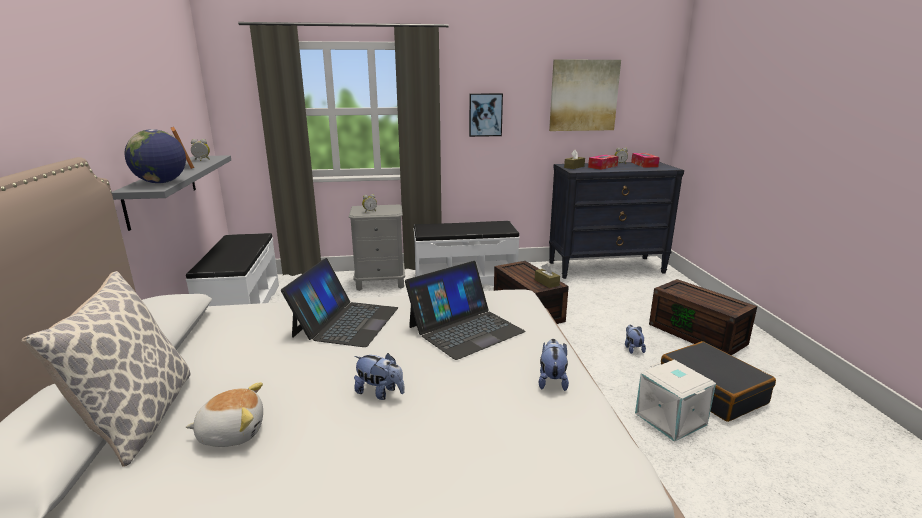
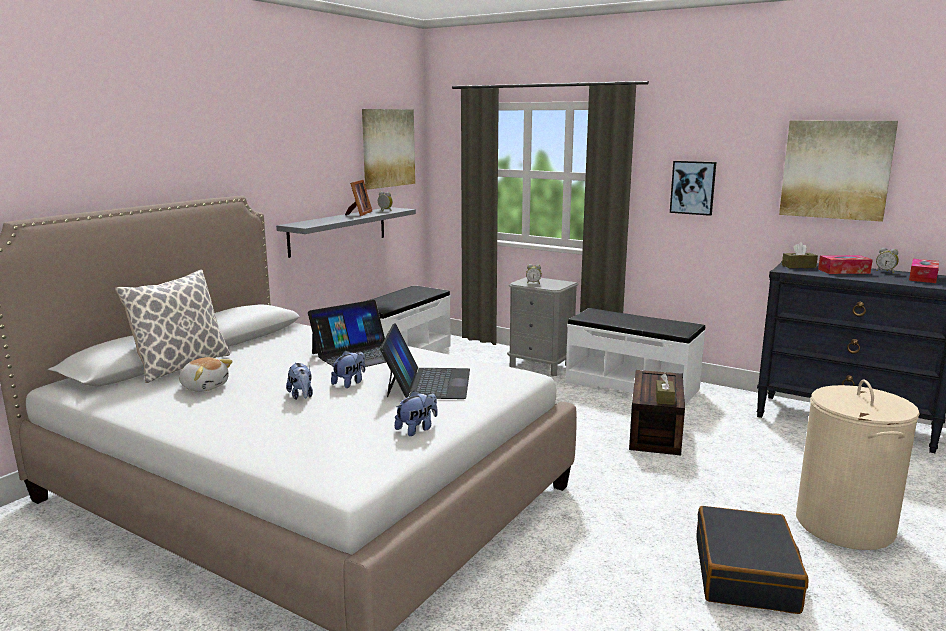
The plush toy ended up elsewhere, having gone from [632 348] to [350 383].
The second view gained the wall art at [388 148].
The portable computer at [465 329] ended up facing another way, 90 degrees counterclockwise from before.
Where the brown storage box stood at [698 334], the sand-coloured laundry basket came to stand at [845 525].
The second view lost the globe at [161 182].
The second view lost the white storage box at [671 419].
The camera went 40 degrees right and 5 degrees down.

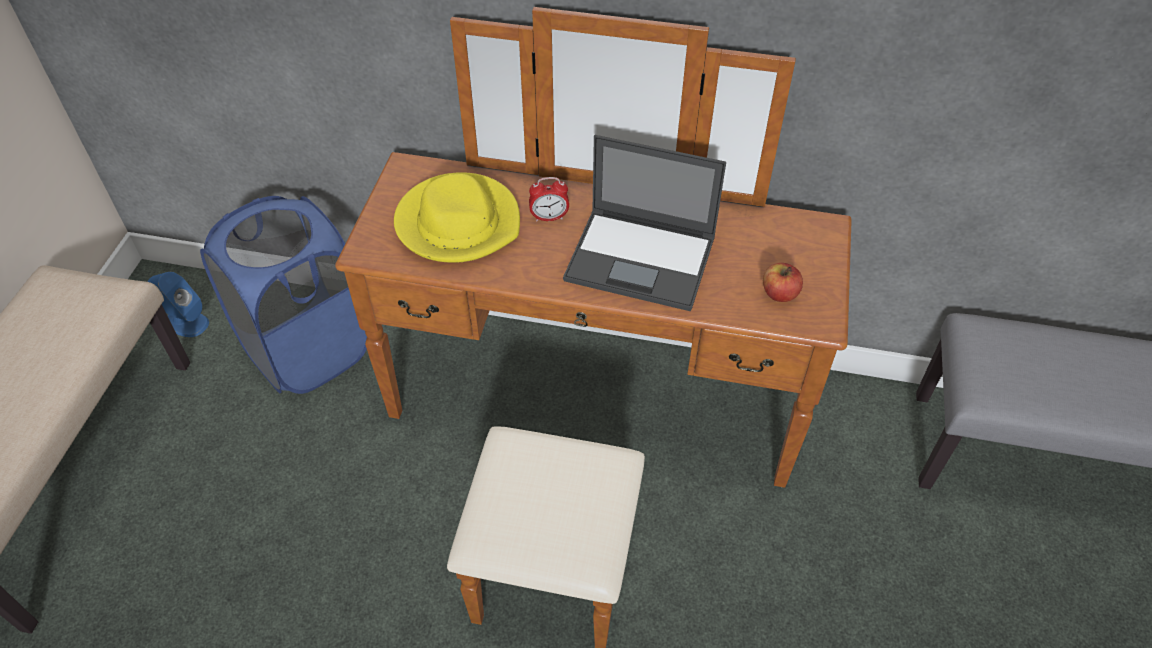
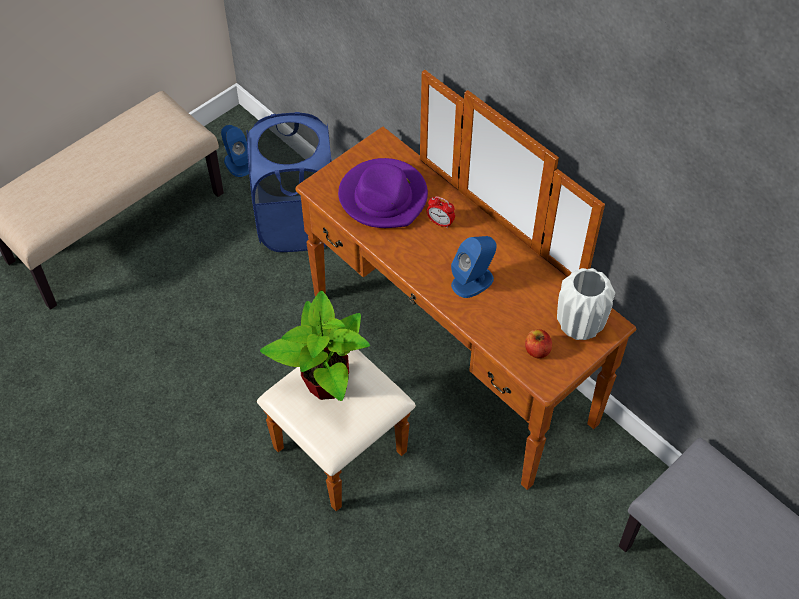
The second view gained the potted plant at [326 383].
What was the yellow-coloured clothing hat at [458 222] turned into the purple-coloured clothing hat at [384 197].
Where the portable computer stood at [642 259], the bluish audio speaker came to stand at [473 281].
The second view gained the white vase at [579 327].
The camera went 35 degrees right and 5 degrees up.

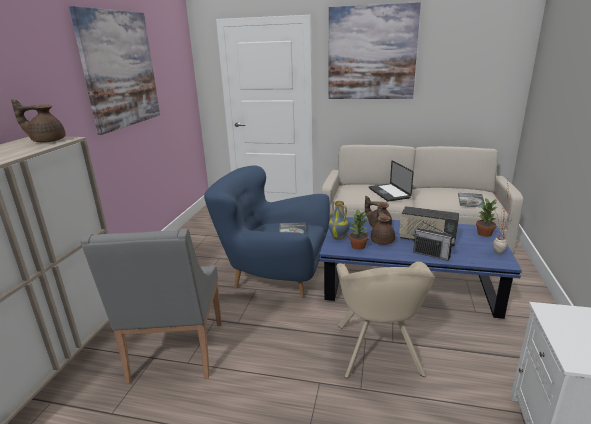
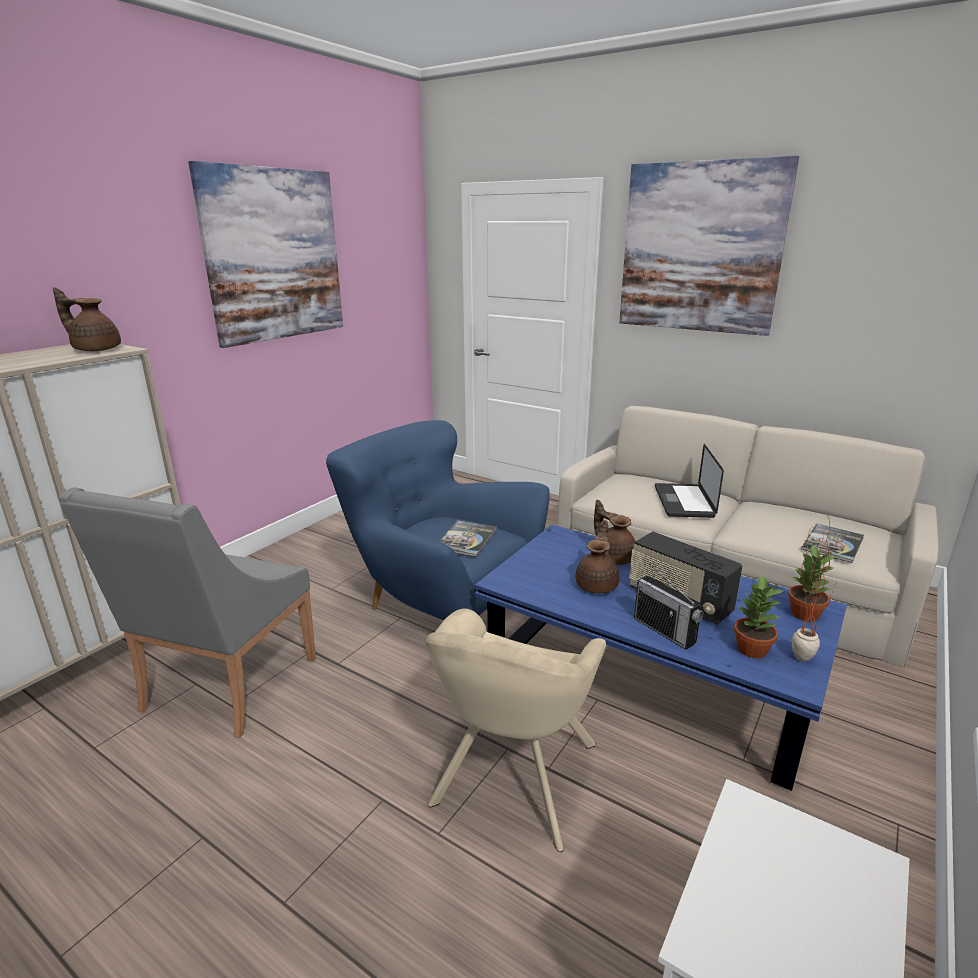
The potted plant ended up elsewhere, having gone from [358 246] to [751 650].
The second view lost the vase at [339 237].
The camera went 20 degrees right and 0 degrees up.

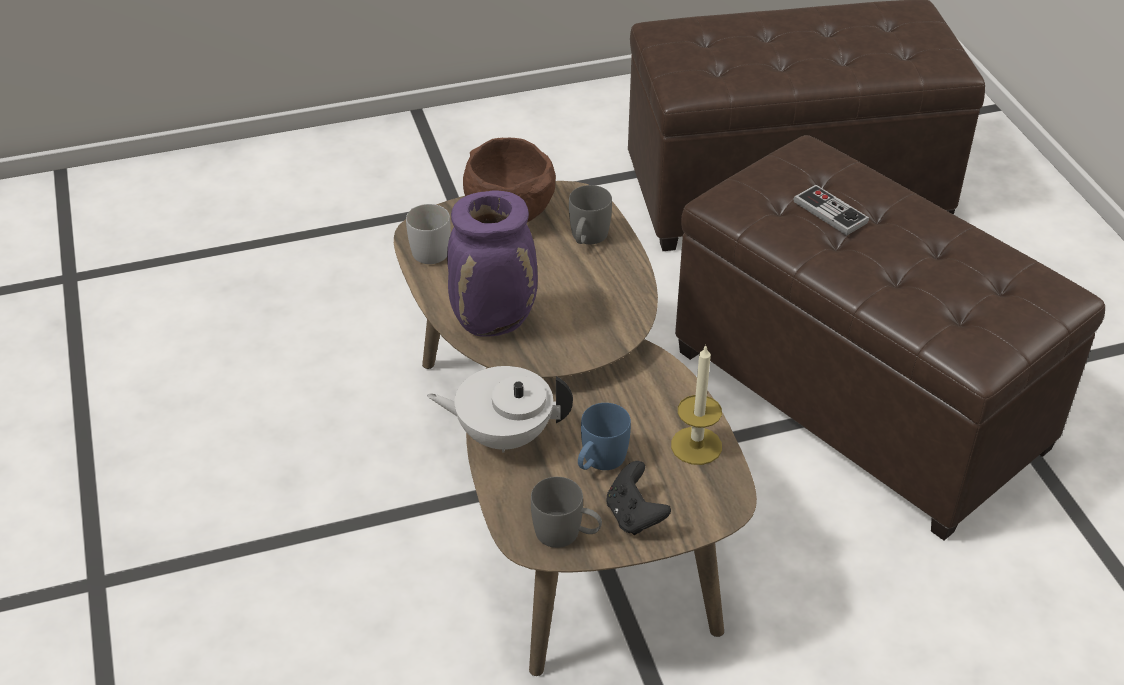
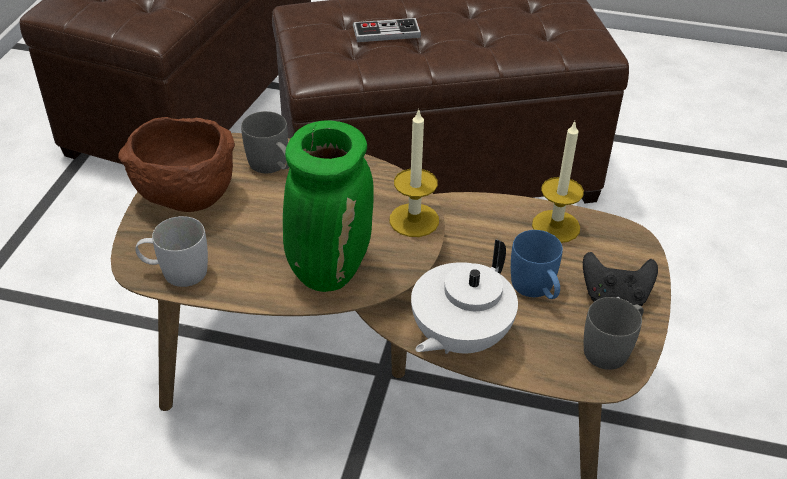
What was the purple-coloured vase at [495 321] turned into the greenish vase at [329 269].
The second view gained the wax candle at [414 220].
The camera went 60 degrees left and 0 degrees up.

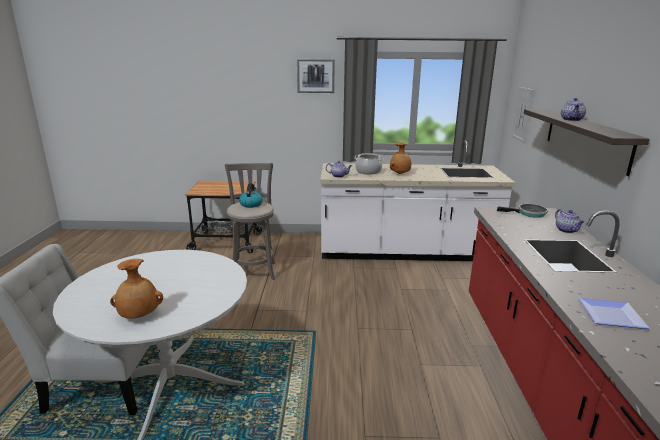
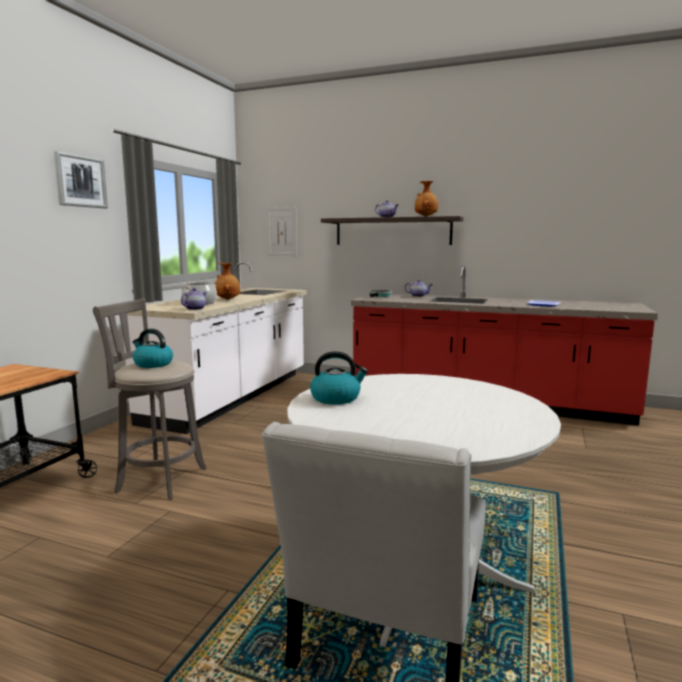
The second view gained the tea kettle at [336 398].
The brown vase ended up elsewhere, having gone from [139 315] to [426 216].
The camera went 70 degrees left and 10 degrees down.

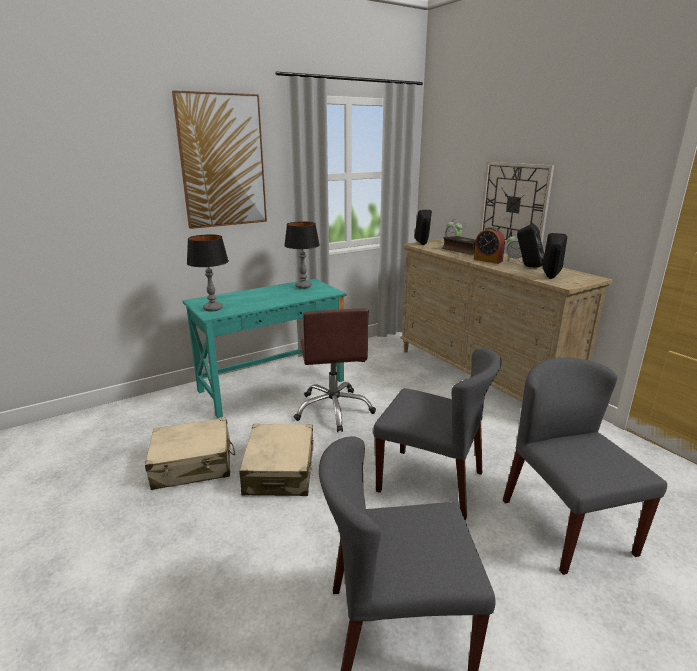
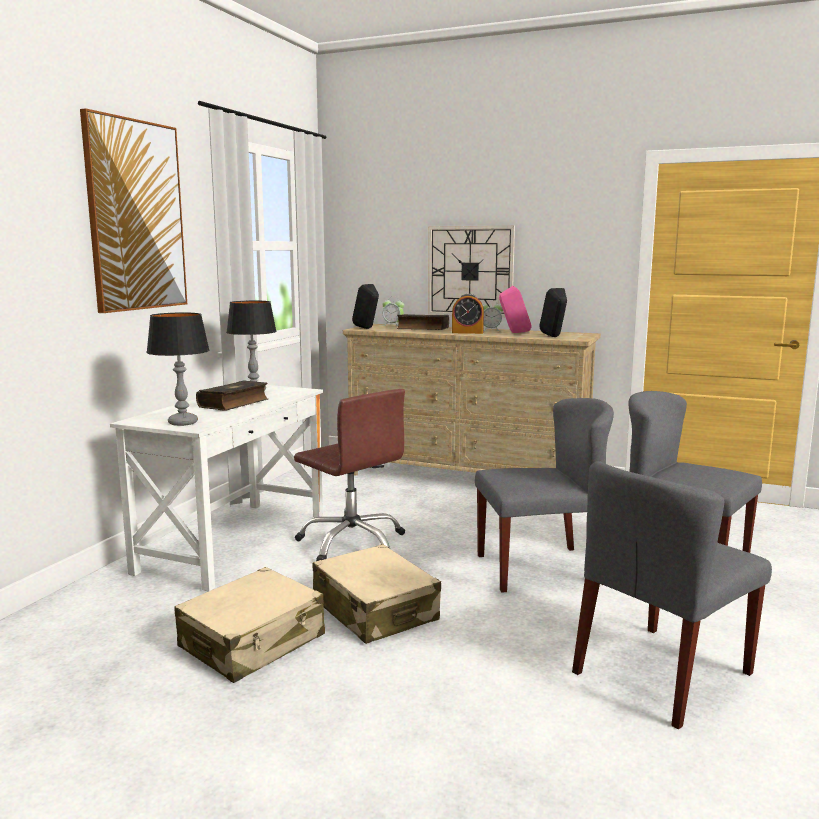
What was the turquoise-coloured desk unit at [272 385] turned into the white desk unit at [234 542].
The second view gained the book at [234 404].
What was the blackish audio speaker at [527 266] turned into the pink-coloured audio speaker at [514 333].
The camera went 35 degrees left and 10 degrees down.

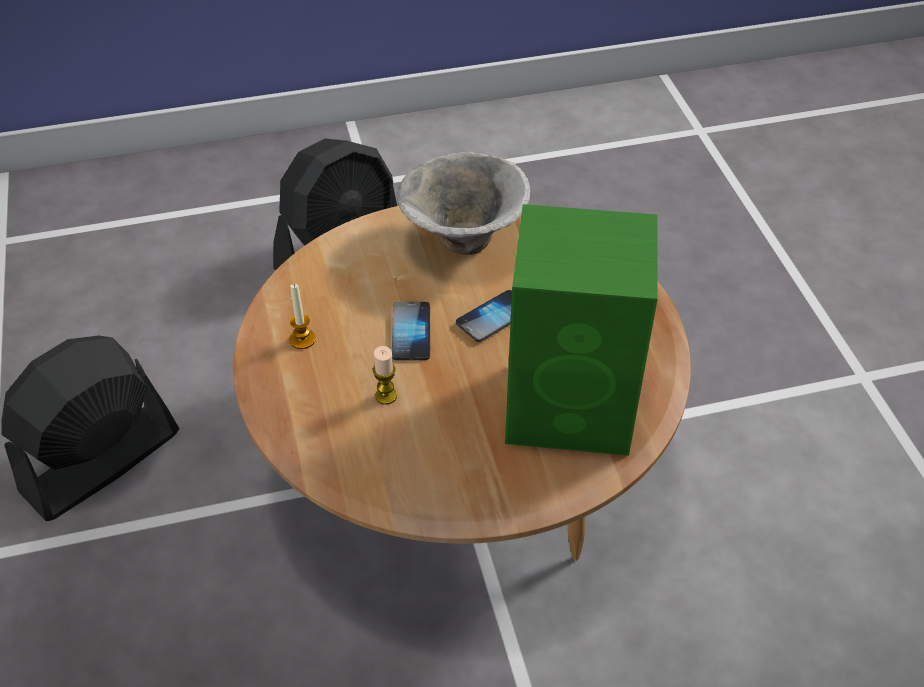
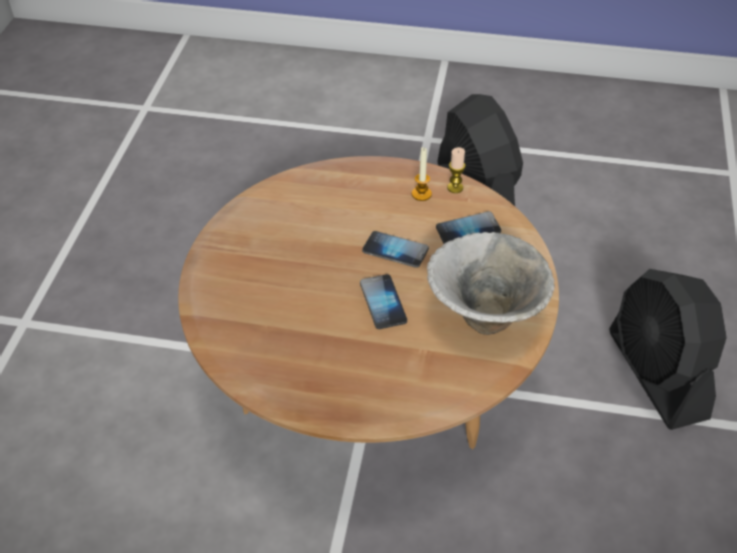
The second view gained the telephone at [468 230].
The wax candle ended up elsewhere, having gone from [386 396] to [455 187].
The second view lost the greenish audio speaker at [573 407].
The camera went 115 degrees right and 0 degrees up.

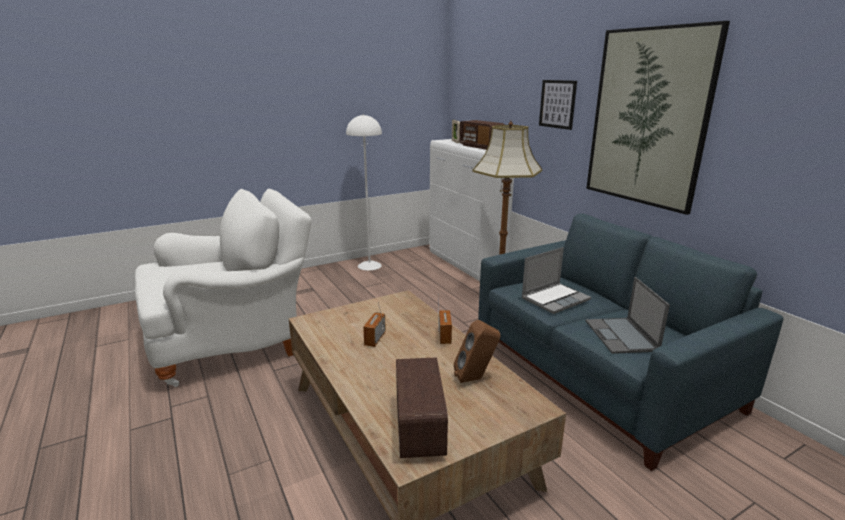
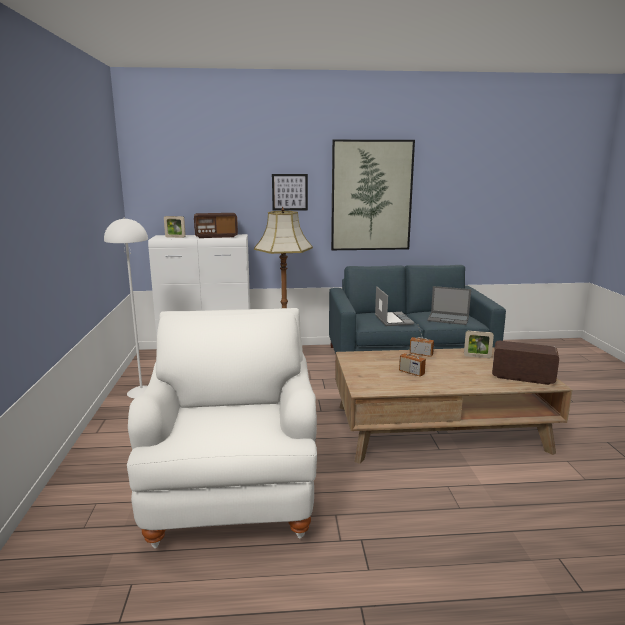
Where the brown audio speaker stood at [476 379], the photo frame came to stand at [477 356].
The camera went 65 degrees left and 5 degrees down.

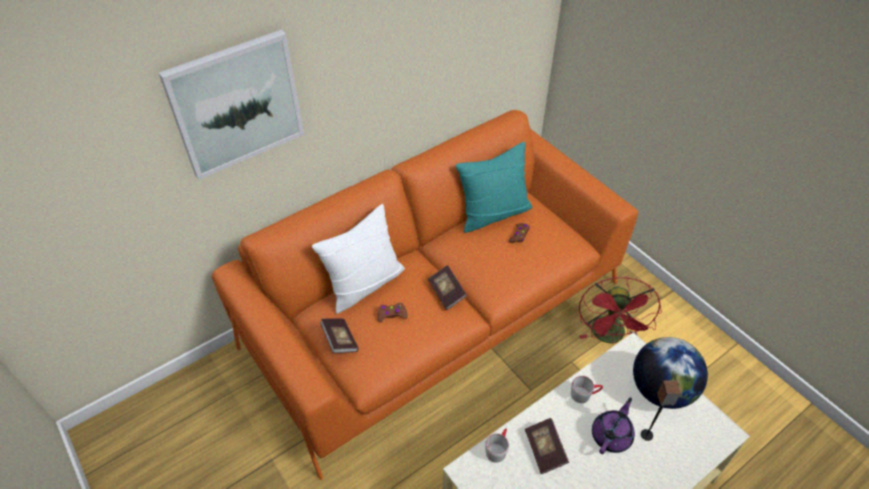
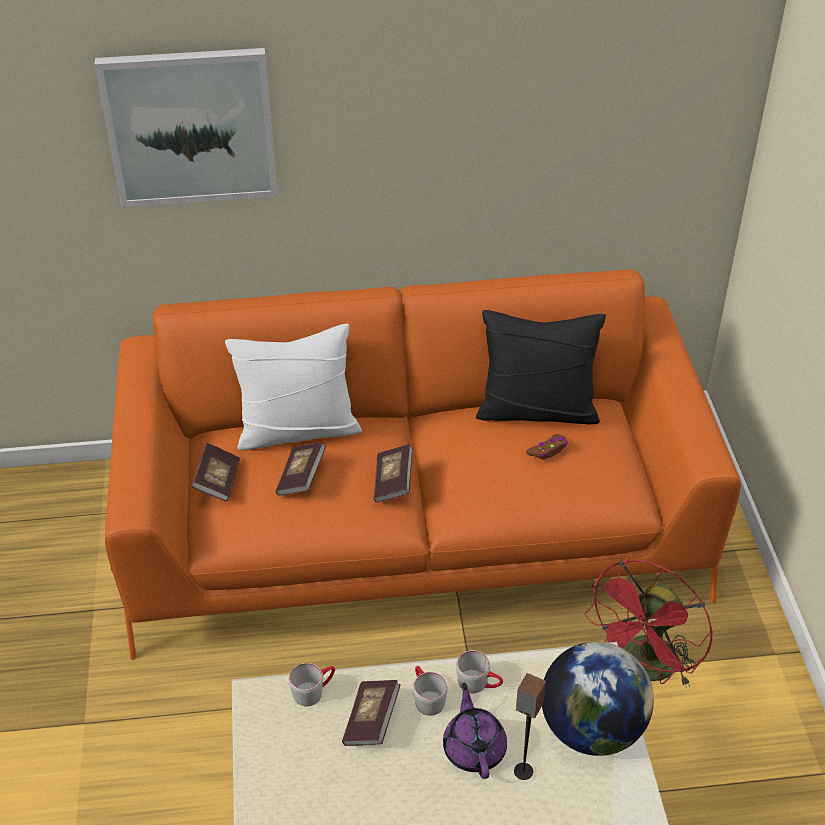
Where the brown game controller stood at [392 314], the book came to stand at [301 478].
The second view gained the grey mug at [426 697].
The purple-coloured teapot at [611 435] ended up facing another way, 75 degrees counterclockwise from before.
What was the turquoise-coloured throw pillow at [493 214] turned into the blackish throw pillow at [537 410].
The camera went 30 degrees right and 5 degrees down.

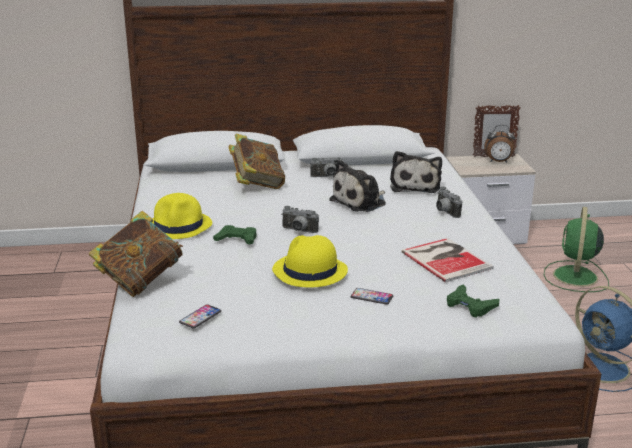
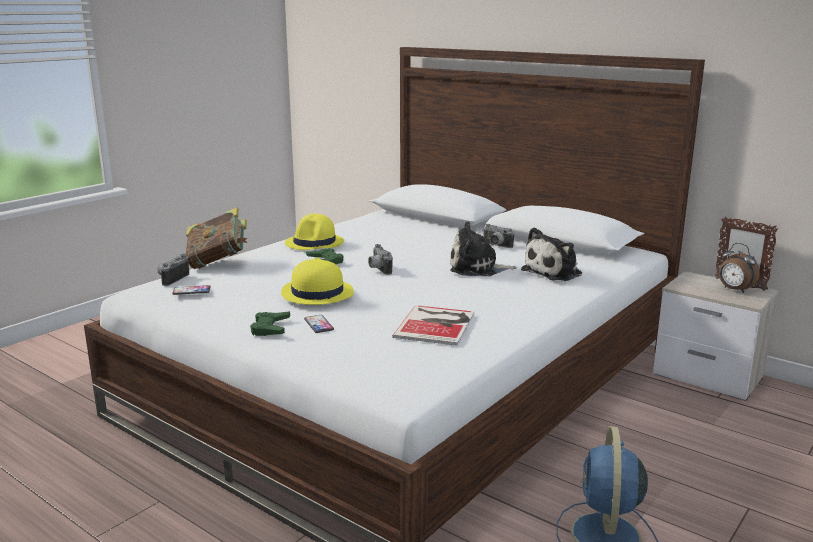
The still camera ended up elsewhere, having gone from [445 212] to [172 279].
The greenish game controller ended up elsewhere, having gone from [470 306] to [270 328].
The second view lost the book at [257 184].
The second view lost the greenish cooling fan at [575 277].
The camera went 45 degrees right and 5 degrees down.

